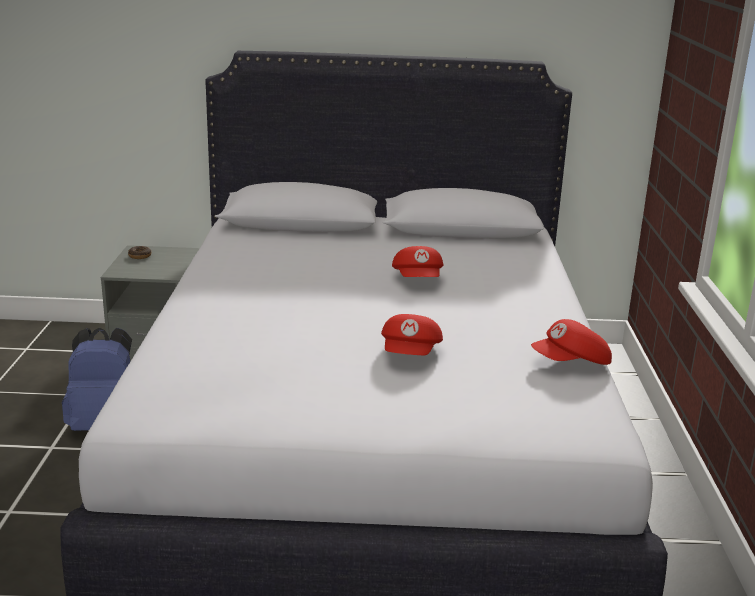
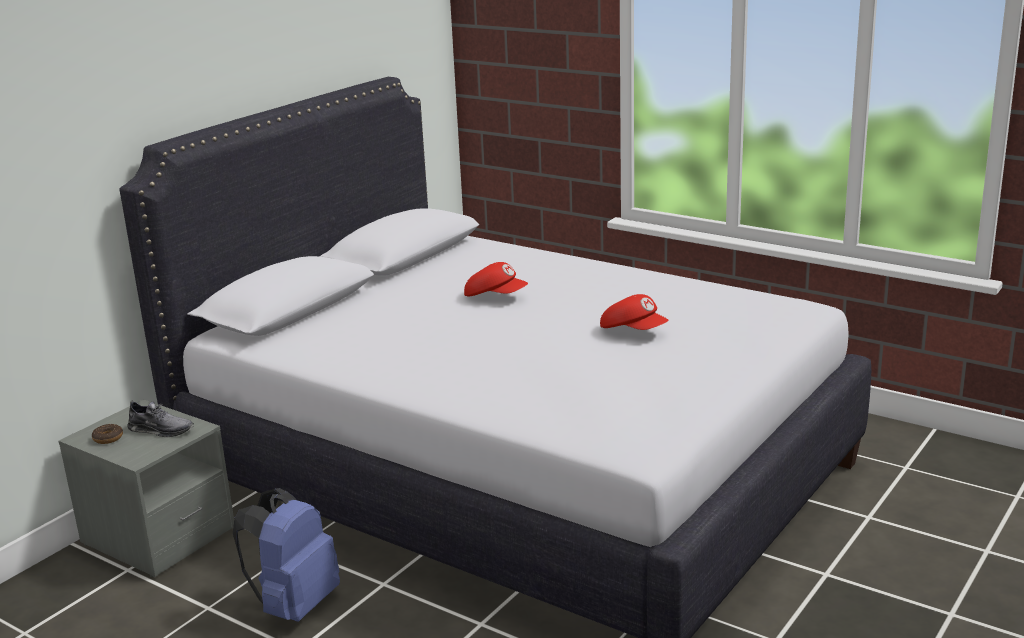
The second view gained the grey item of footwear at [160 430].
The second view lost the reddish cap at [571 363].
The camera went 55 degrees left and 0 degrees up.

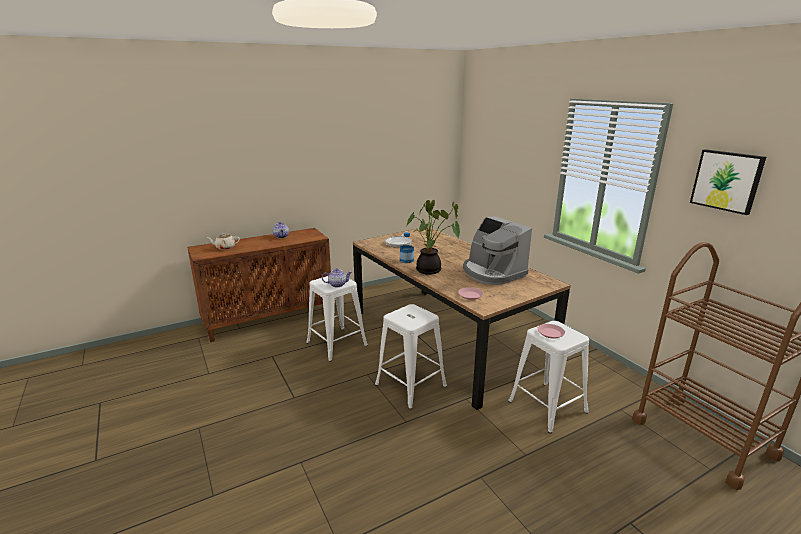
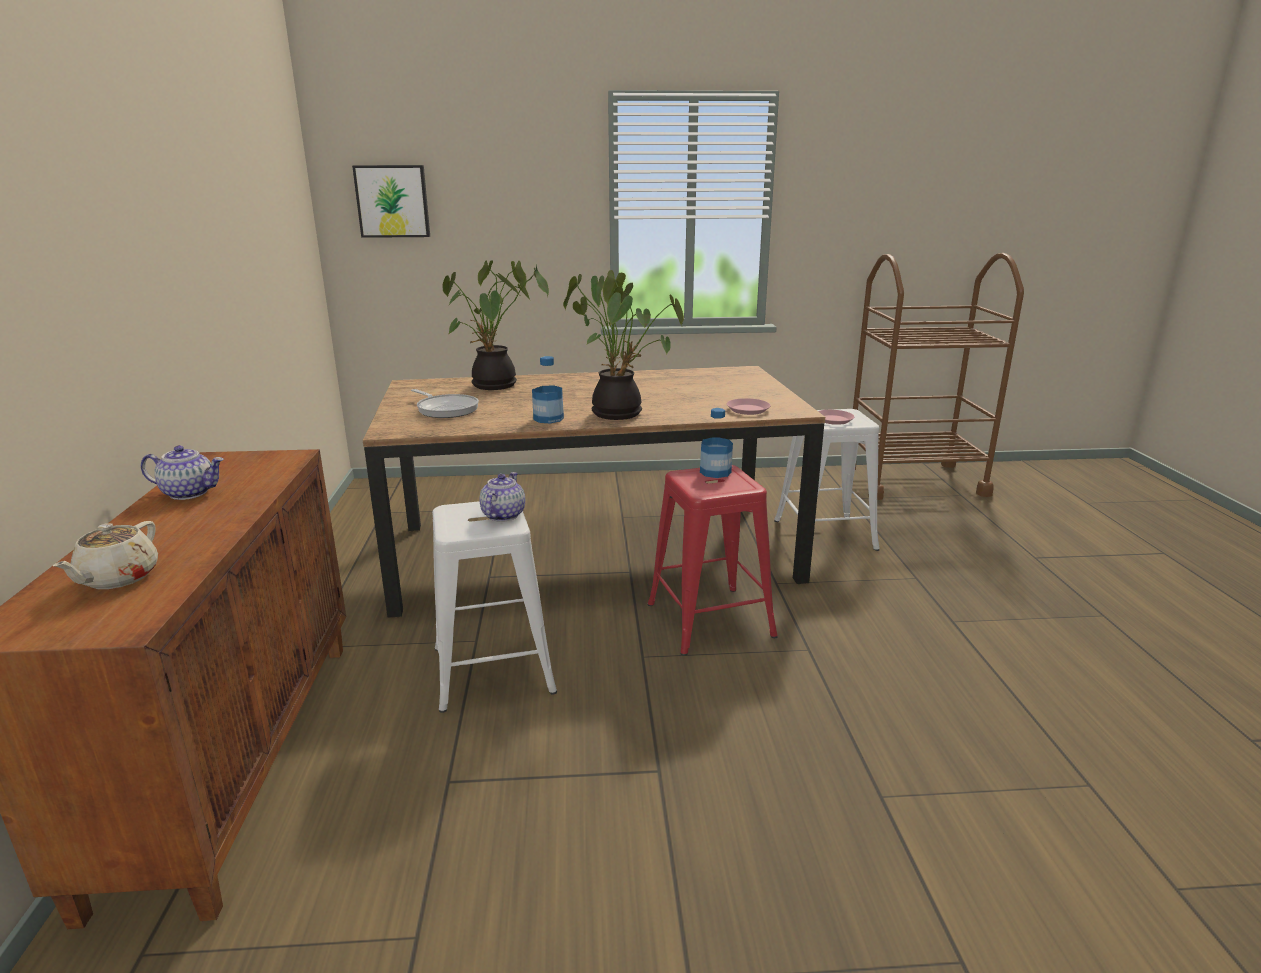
The wall art ended up elsewhere, having gone from [727 181] to [393 201].
The second view gained the potted plant at [496 386].
What was the white sitting stool at [410 385] turned into the reddish sitting stool at [709 620].
The second view gained the drink bottle at [715 472].
The second view lost the coffee machine at [492 273].
The camera went 65 degrees left and 0 degrees up.

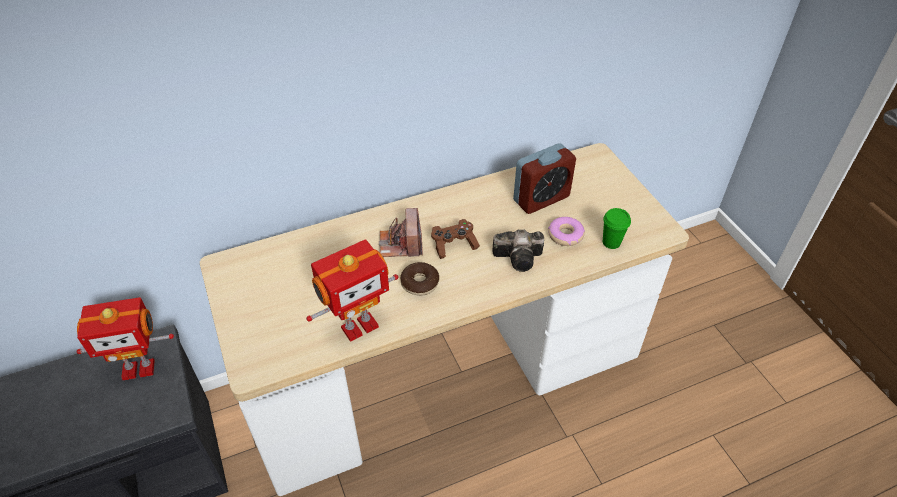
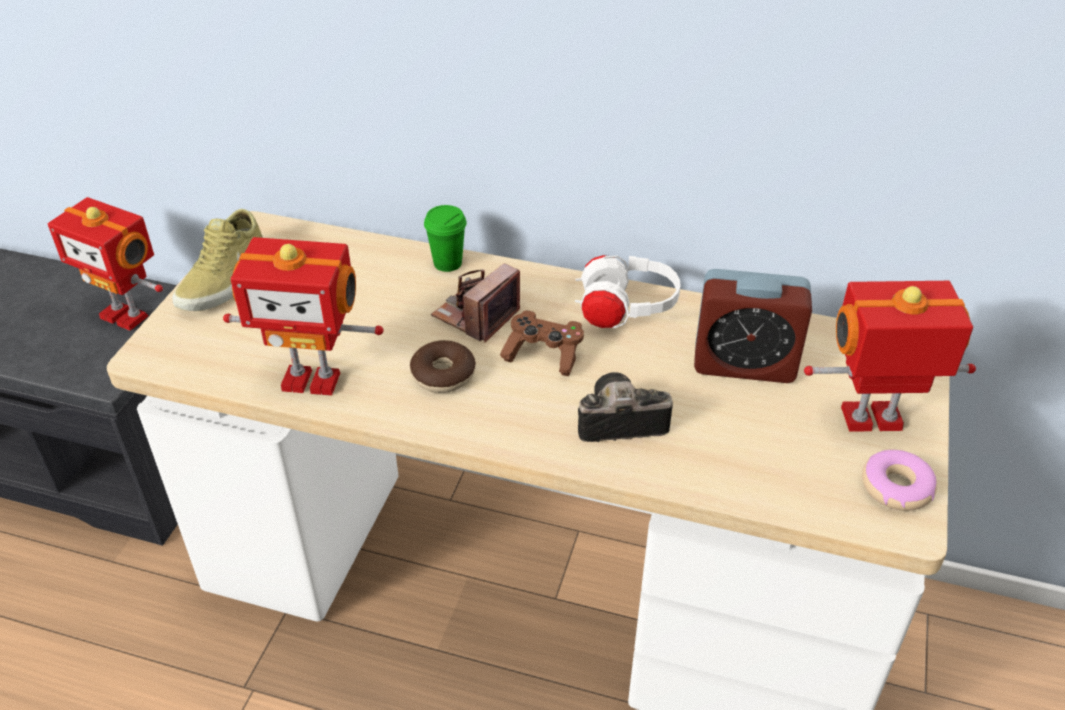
The second view gained the sand-coloured item of footwear at [225 278].
The greenish cup ended up elsewhere, having gone from [611 242] to [447 263].
The second view gained the white pair of headphones at [625 311].
The still camera at [520 258] ended up facing another way, 135 degrees clockwise from before.
The second view gained the toy robot at [872 421].
The ring doughnut ended up elsewhere, having gone from [565 235] to [896 488].
The camera went 40 degrees right and 5 degrees down.

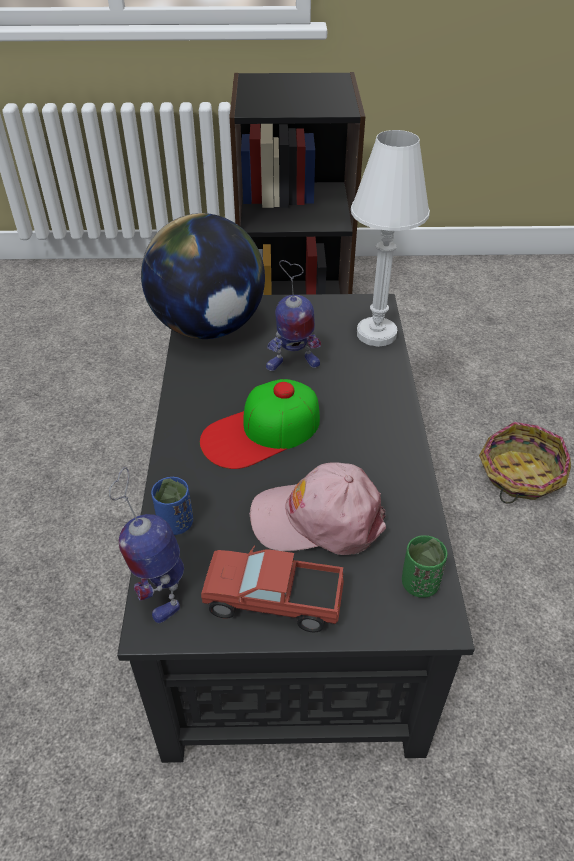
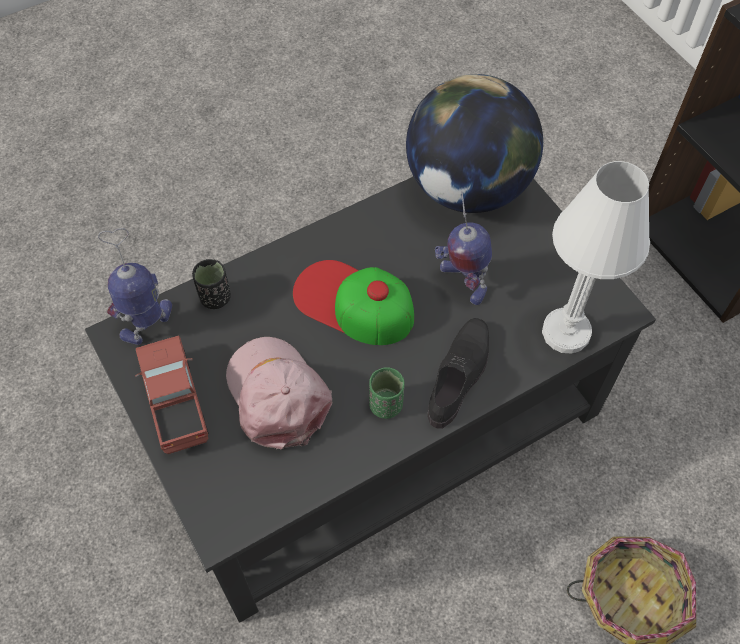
What was the bluish cup at [175 523] turned into the blackish cup at [215 297].
The greenish cup ended up elsewhere, having gone from [419 583] to [385 405].
The second view gained the blackish item of footwear at [460 375].
The camera went 60 degrees right and 15 degrees up.

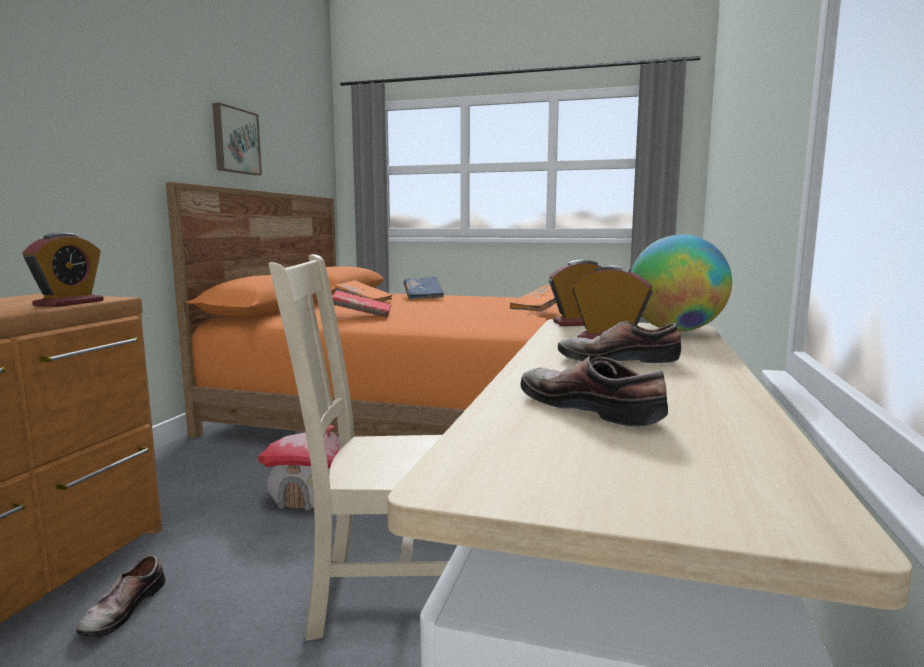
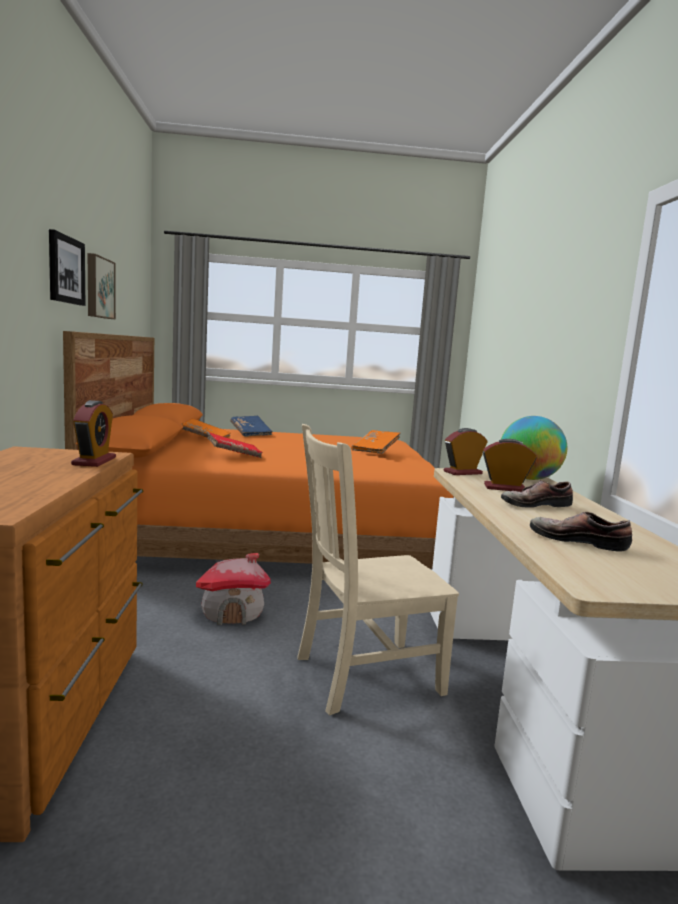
The second view gained the wall art at [65 270].
The second view lost the item of footwear at [121 609].
The camera went 20 degrees left and 0 degrees up.

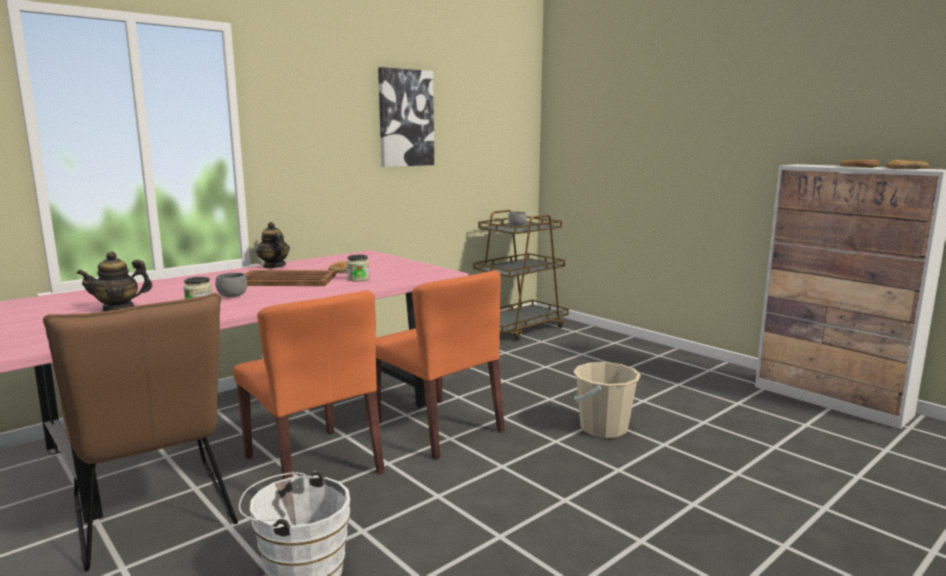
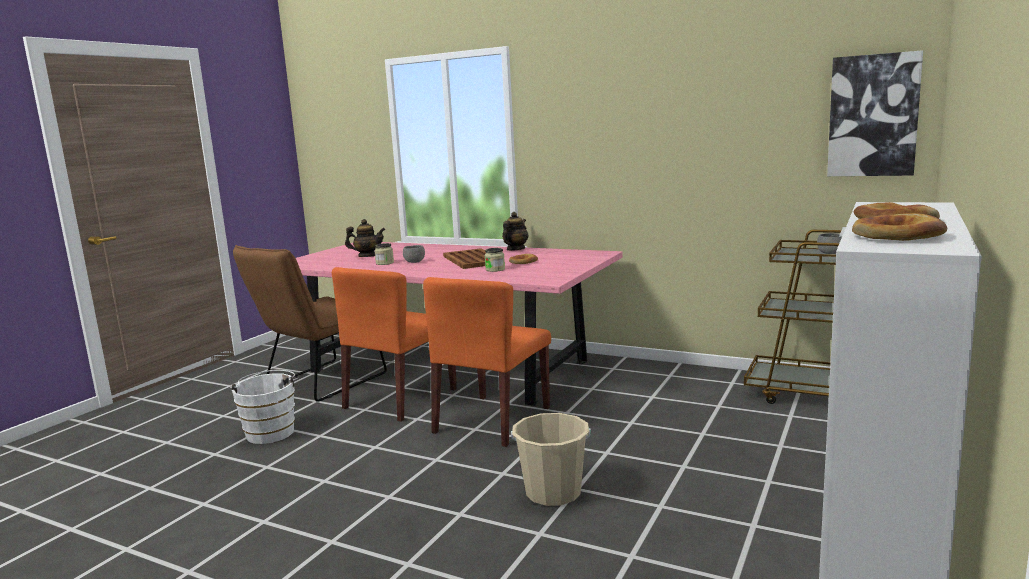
The teapot at [118 309] ended up facing another way, 135 degrees clockwise from before.
The wall art ended up elsewhere, having gone from [405 118] to [873 116].
The camera went 70 degrees right and 0 degrees up.

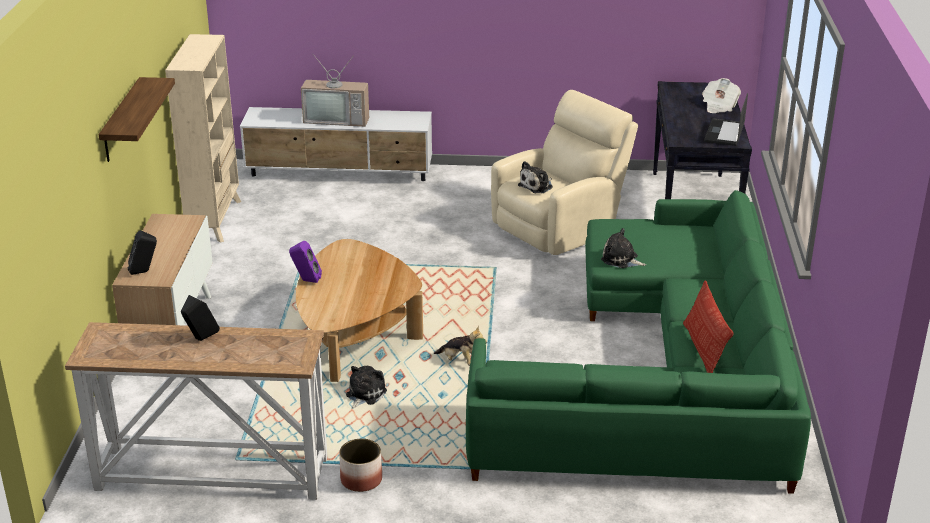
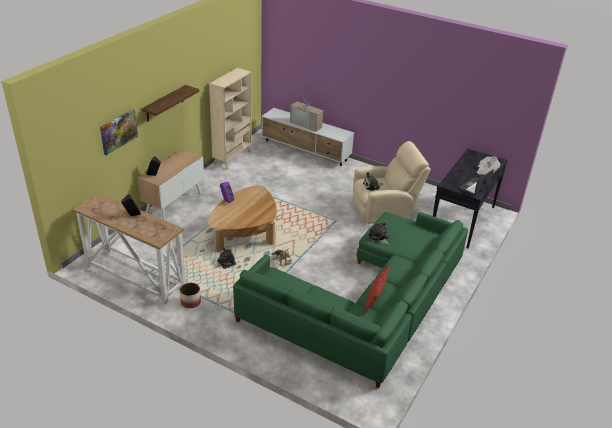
The second view gained the wall art at [118 131].
The camera went 25 degrees right and 5 degrees up.

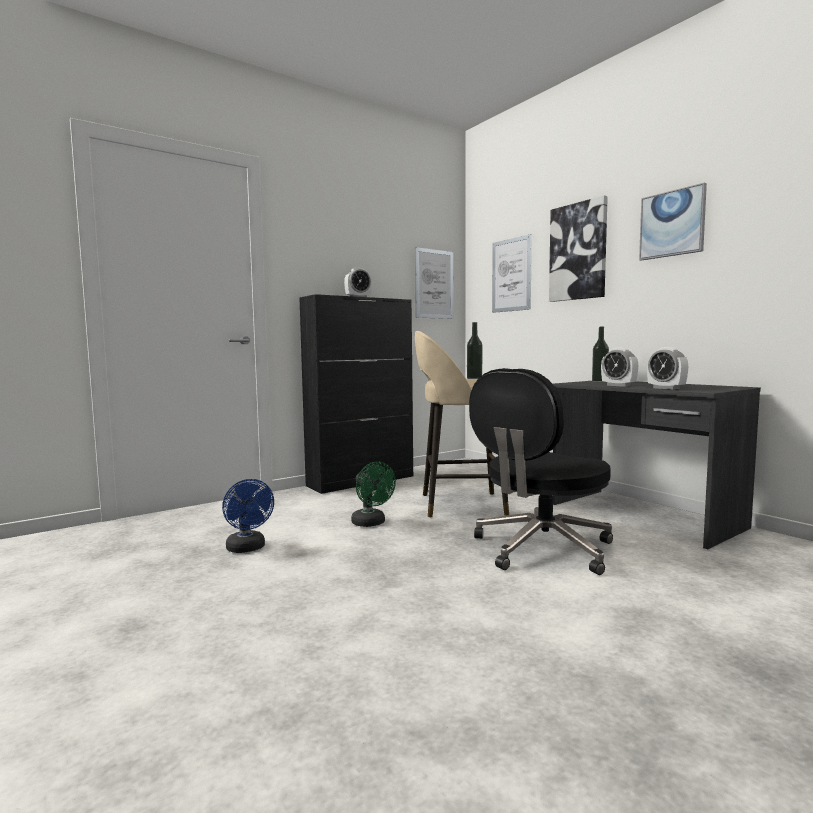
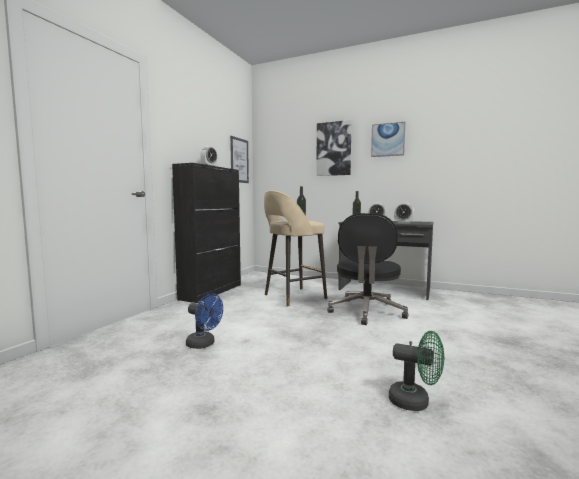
The greenish cooling fan ended up elsewhere, having gone from [371 523] to [415 402].
The second view lost the wall art at [511 275].
The camera went 30 degrees left and 0 degrees up.

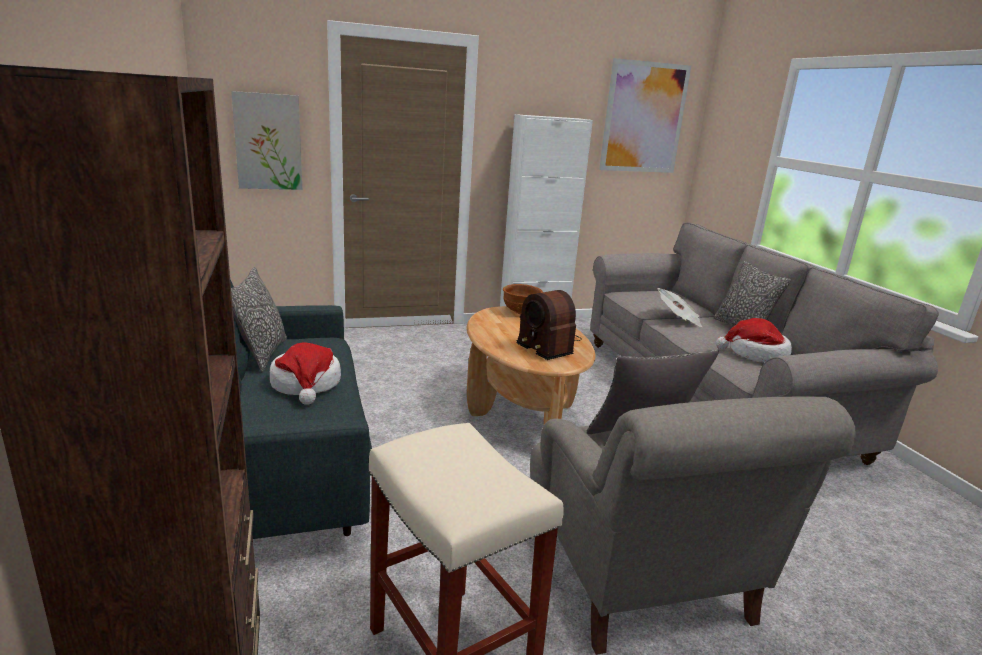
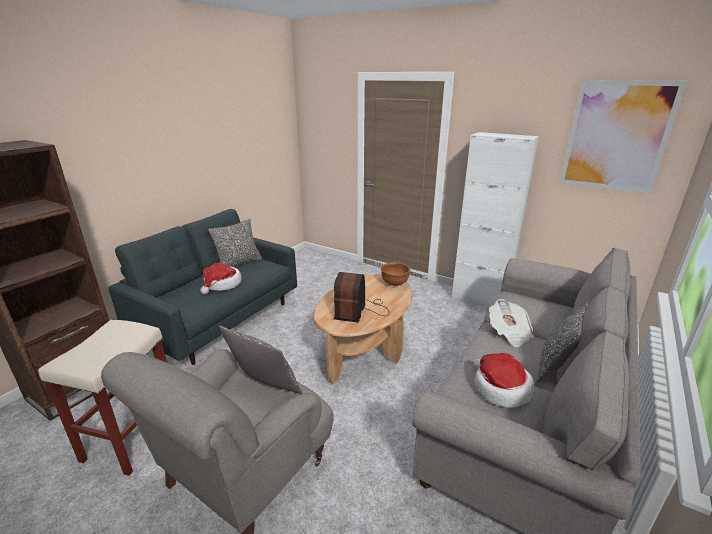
The second view lost the wall art at [268 142].
The camera went 50 degrees right and 5 degrees up.

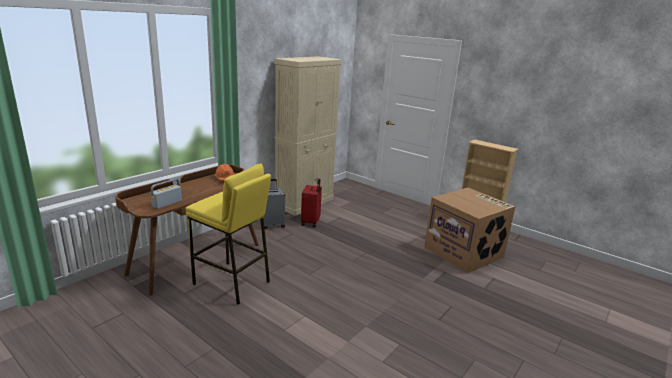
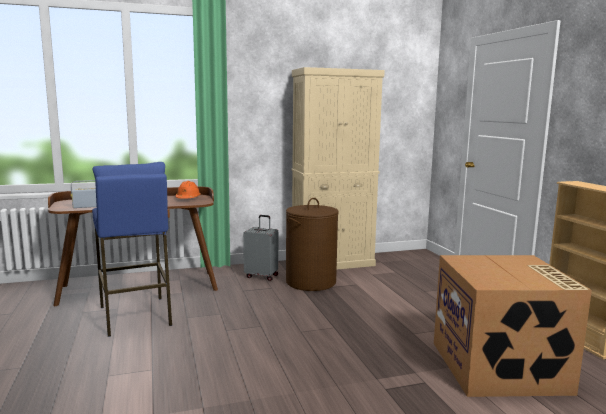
What was the yellow-coloured sitting stool at [232 283] turned into the bluish sitting stool at [135 316].
Where the reddish piece of luggage stood at [311 222], the brown laundry basket came to stand at [311 282].
The camera went 35 degrees right and 10 degrees down.

